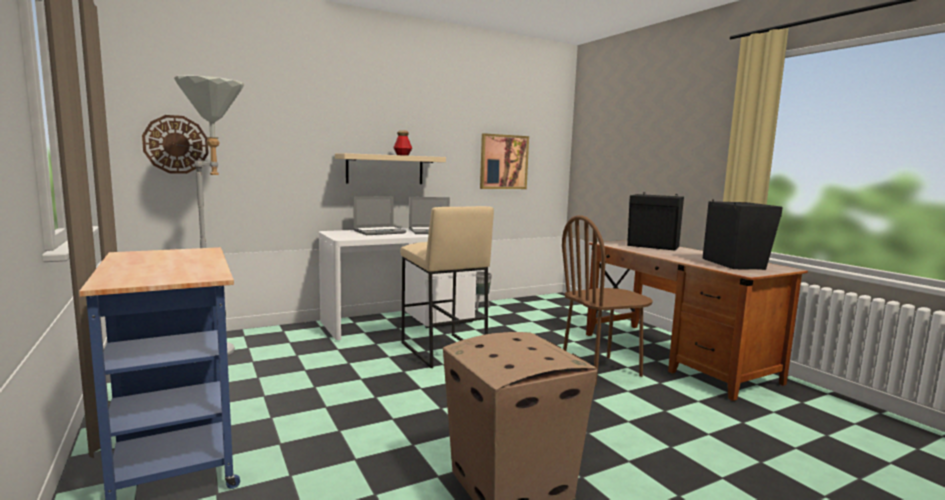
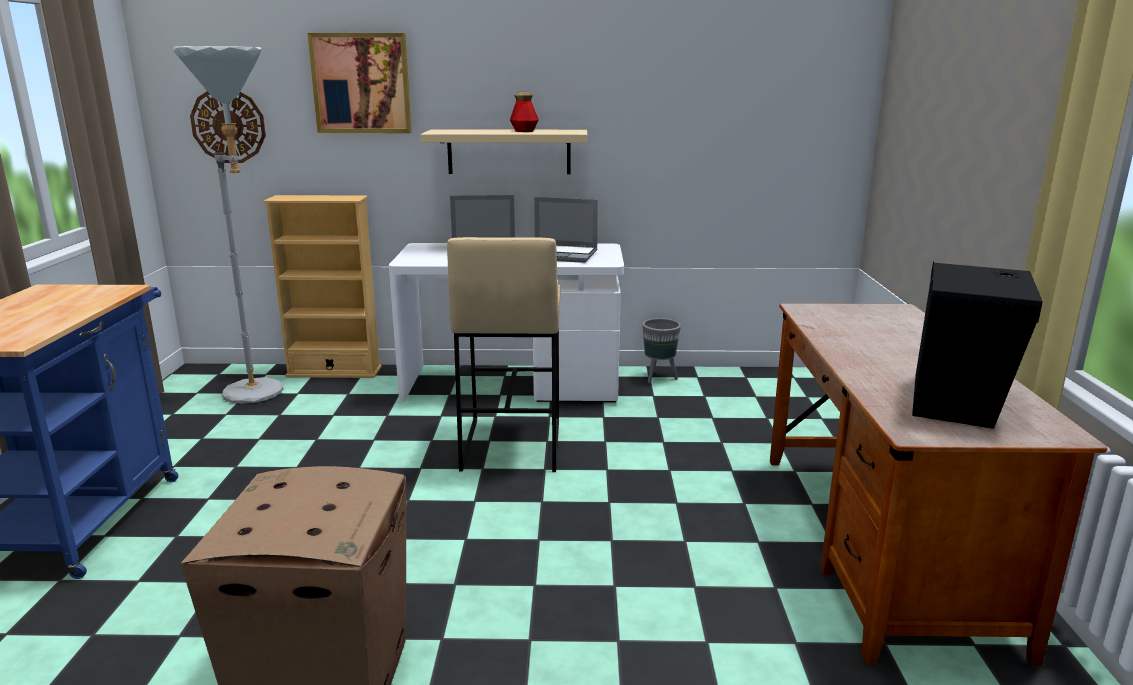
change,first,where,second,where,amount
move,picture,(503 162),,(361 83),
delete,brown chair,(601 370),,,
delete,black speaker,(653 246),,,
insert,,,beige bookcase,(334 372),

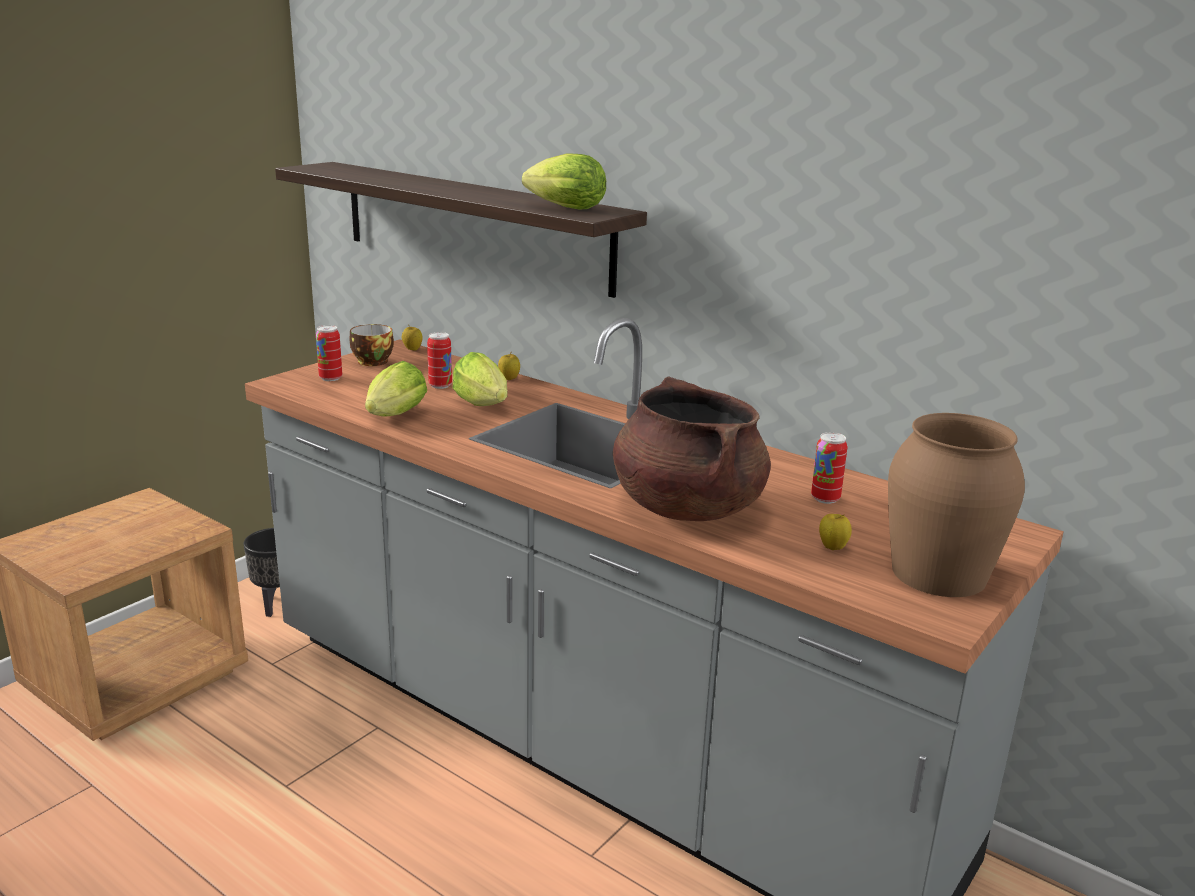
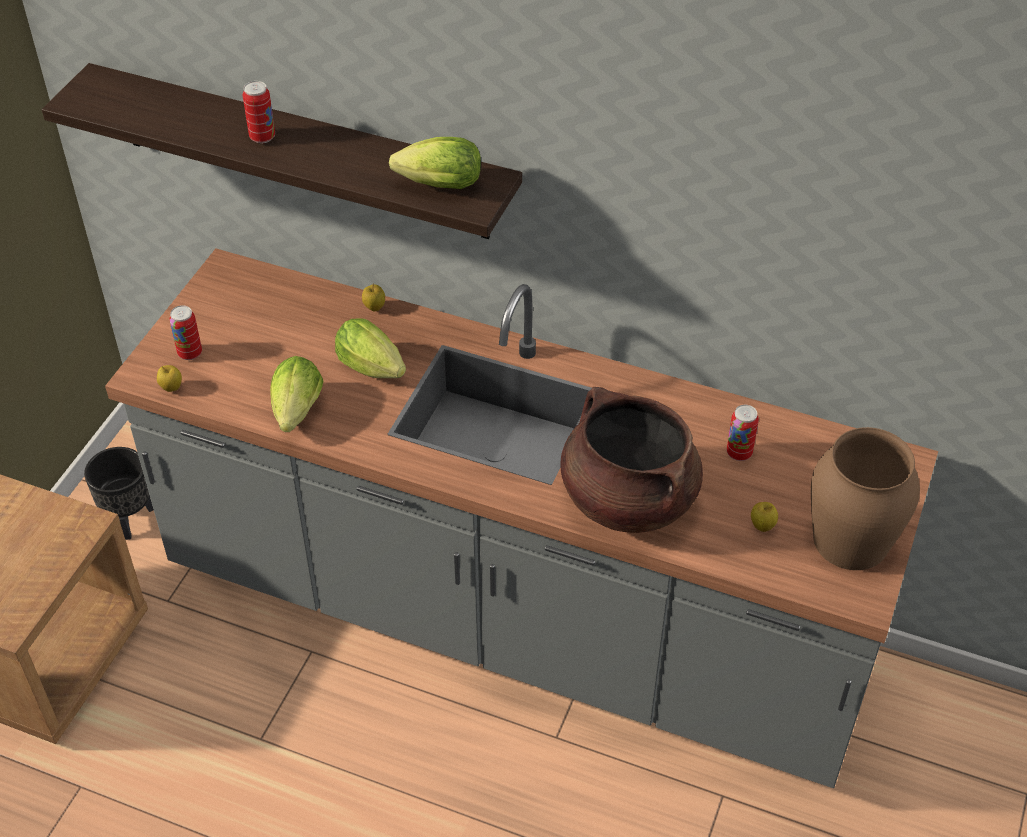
change,first,where,second,where,amount
delete,cup,(370 361),,,
move,apple,(412 349),,(171 388),
move,can,(440 385),,(262 137),

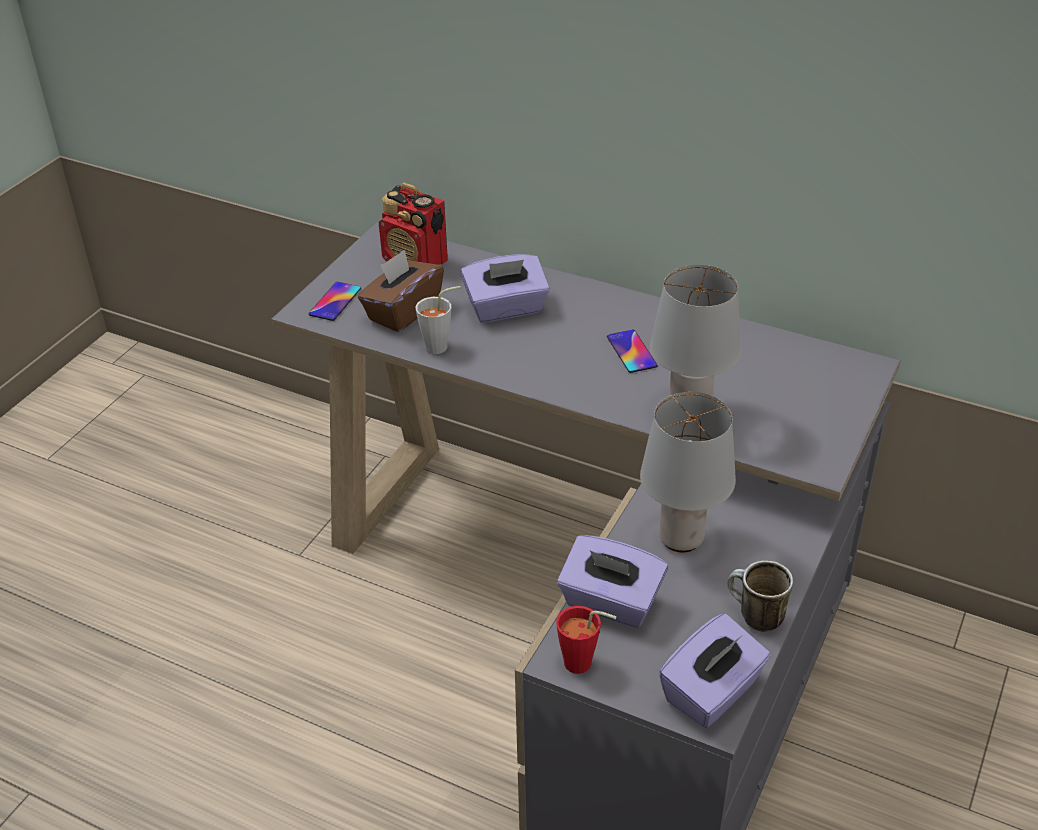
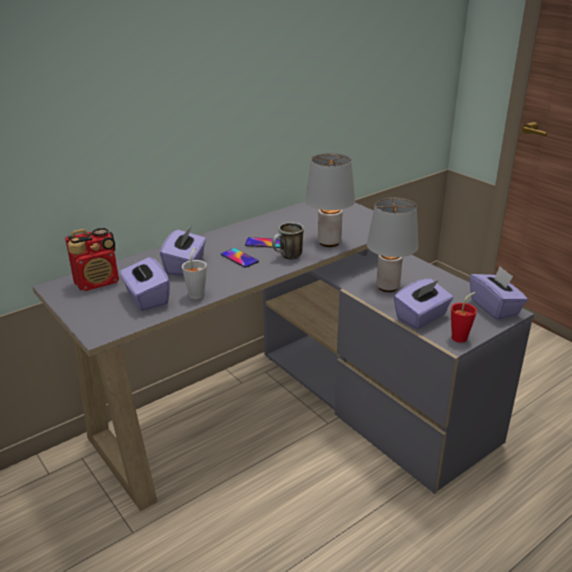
change,first,where,second,where,amount
move,phone,(335 302),,(239 258),
recolor,brown tissue box,(403 311),purple tissue box,(146 298),
move,mug,(753 617),,(288 257),

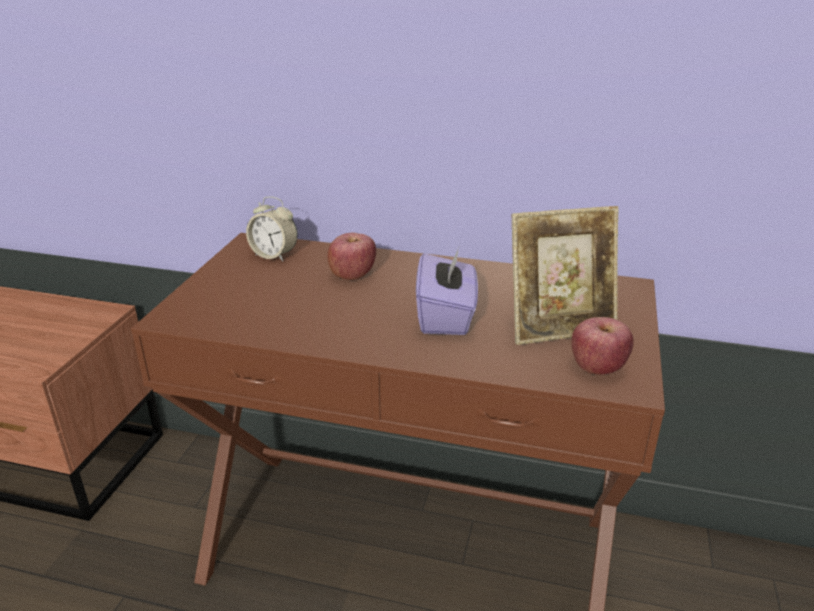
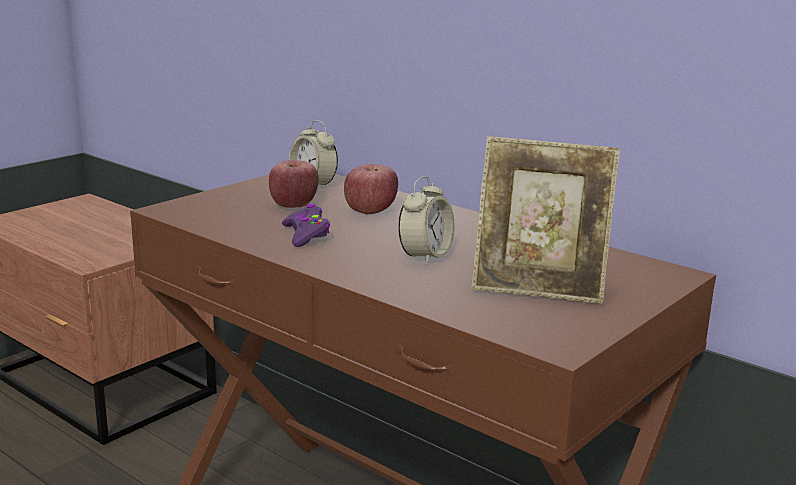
change,first,where,second,where,amount
replace,purple tissue box,(446 316),alarm clock,(425 256),
move,apple,(597 368),,(294 206),
insert,,,purple game controller,(306 235),

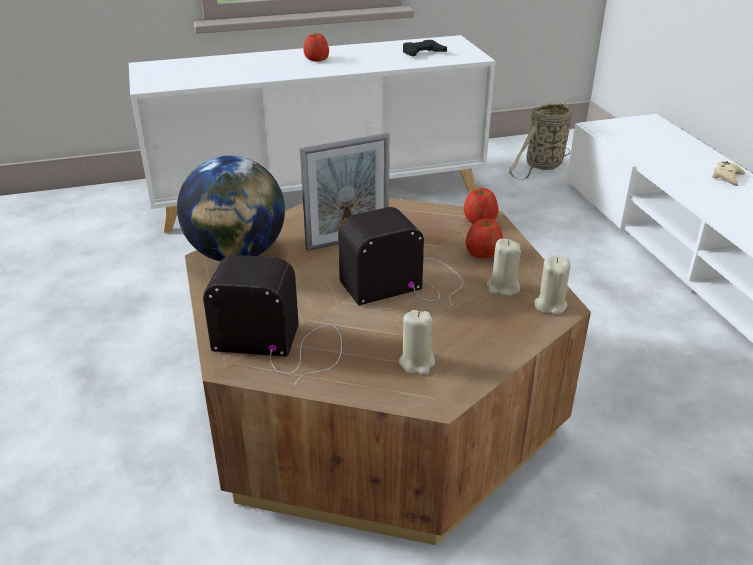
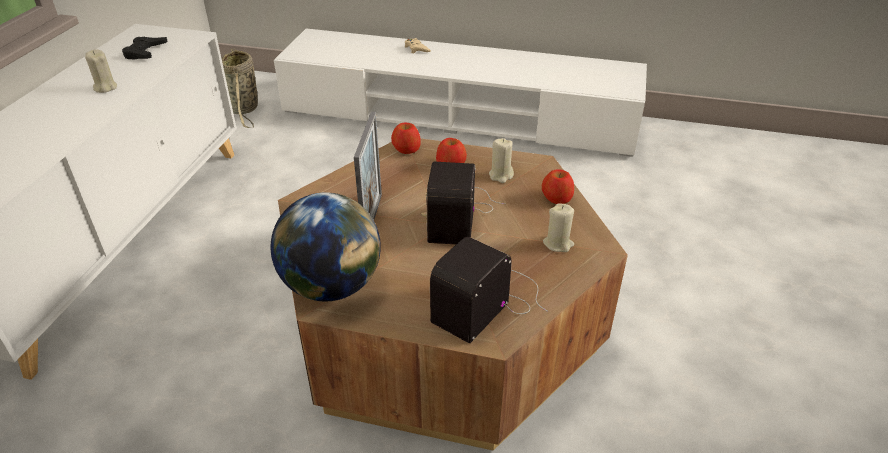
change,first,where,second,where,amount
move,apple,(316 59),,(557 198),
move,beige candle,(550 305),,(105 87),

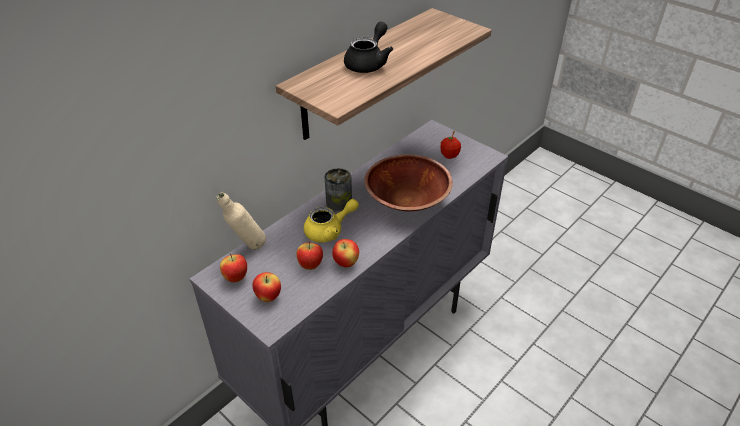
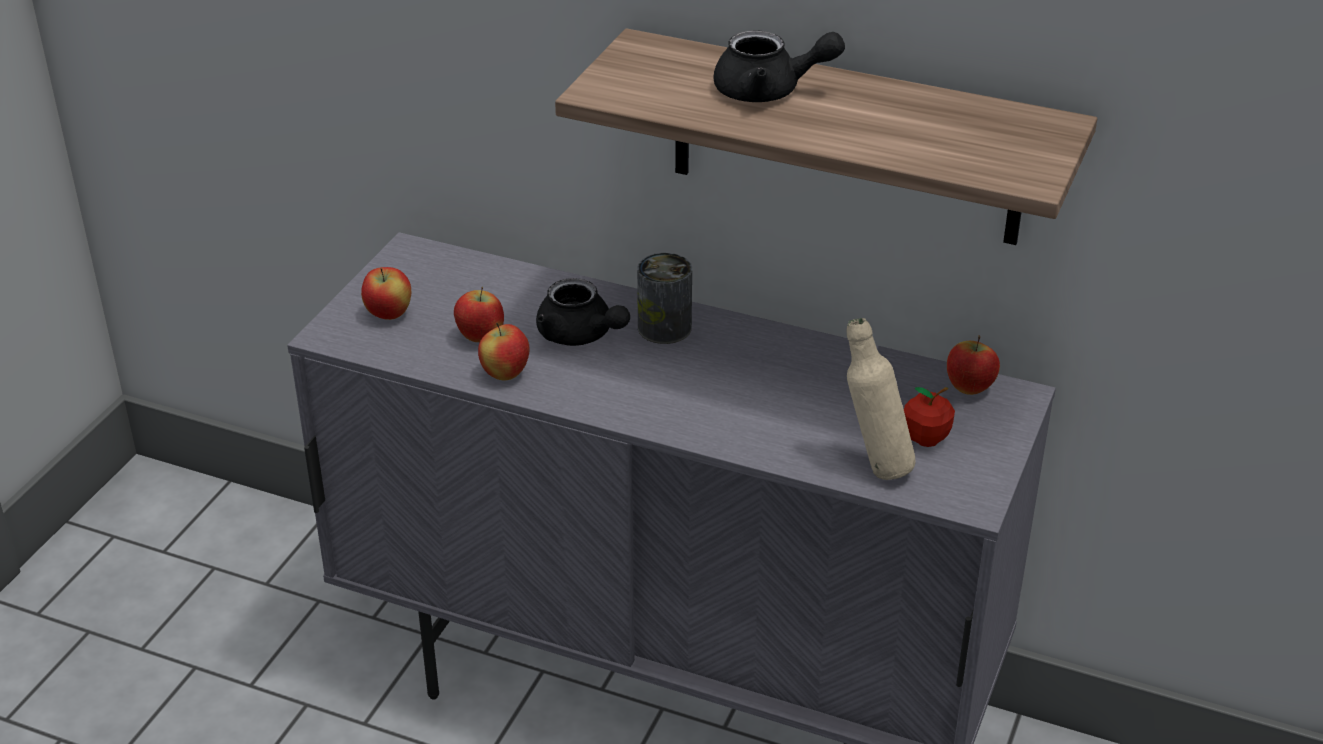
change,first,where,second,where,amount
move,beige bottle,(247 248),,(874 466),
move,apple,(236 278),,(969 389),
recolor,yellow teapot,(329 230),black teapot,(580 336),
delete,brown bowl,(407 200),,,

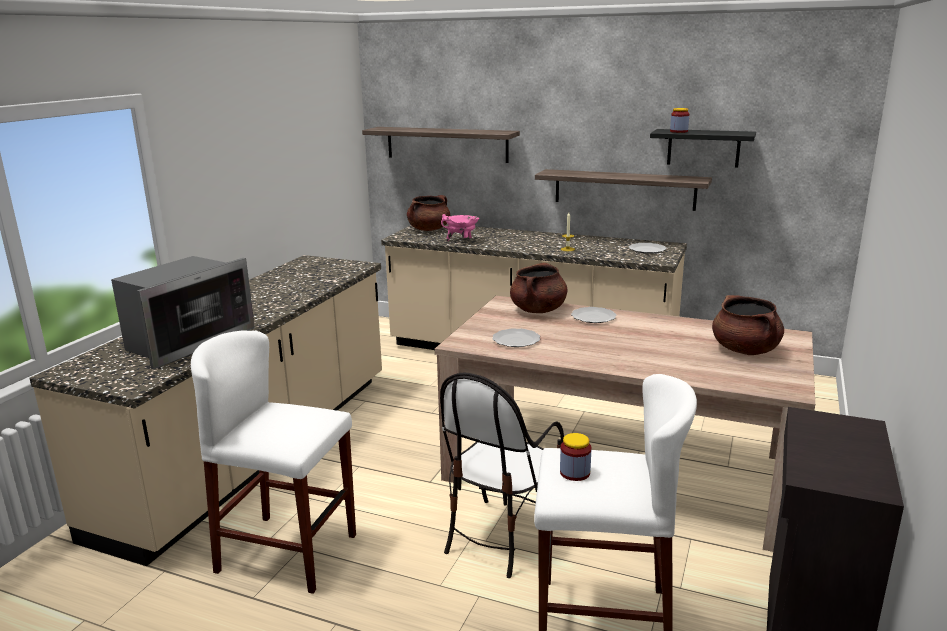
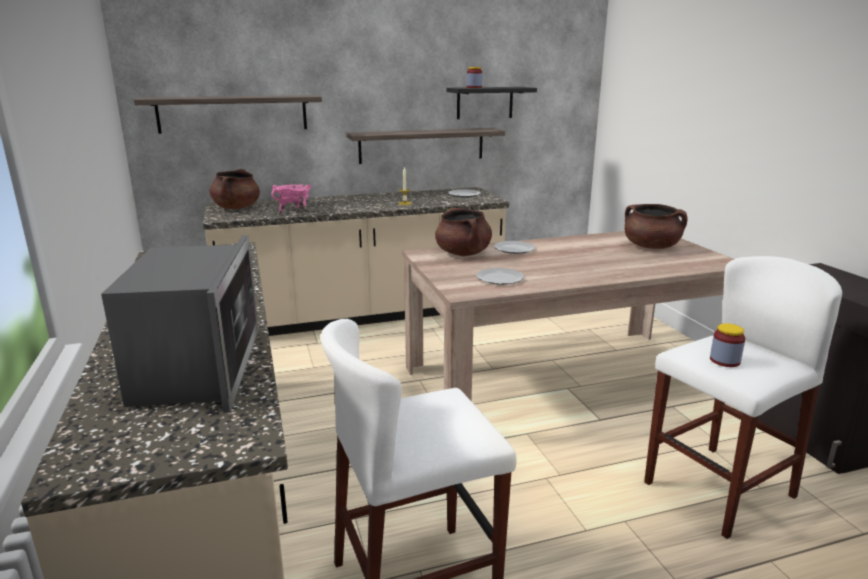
change,first,where,second,where,amount
delete,chair,(501 536),,,

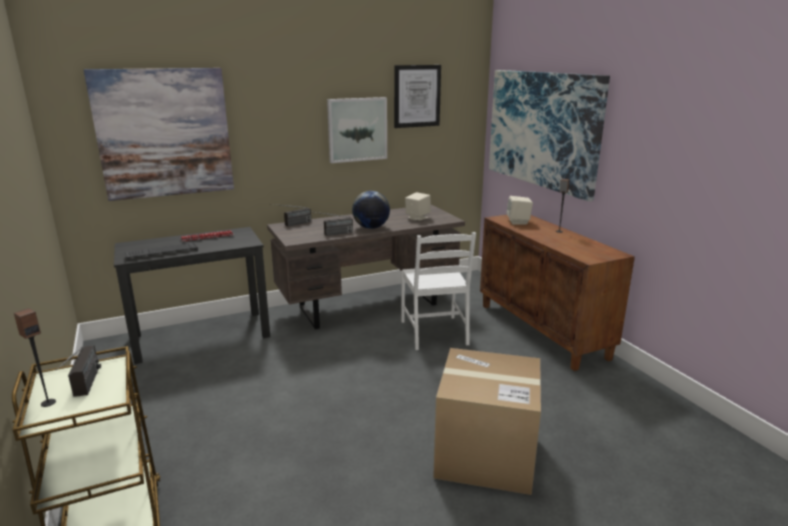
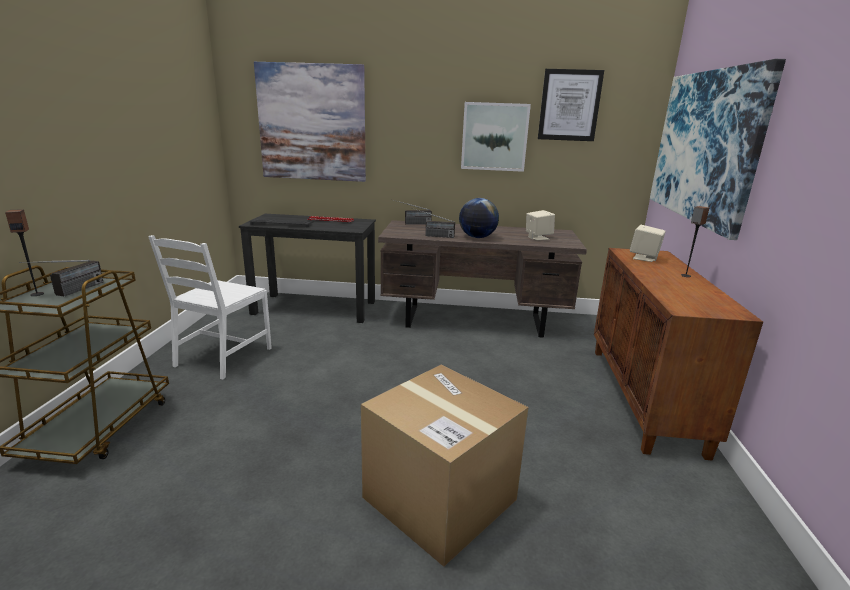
change,first,where,second,where,amount
move,white chair,(435 333),,(223 357),

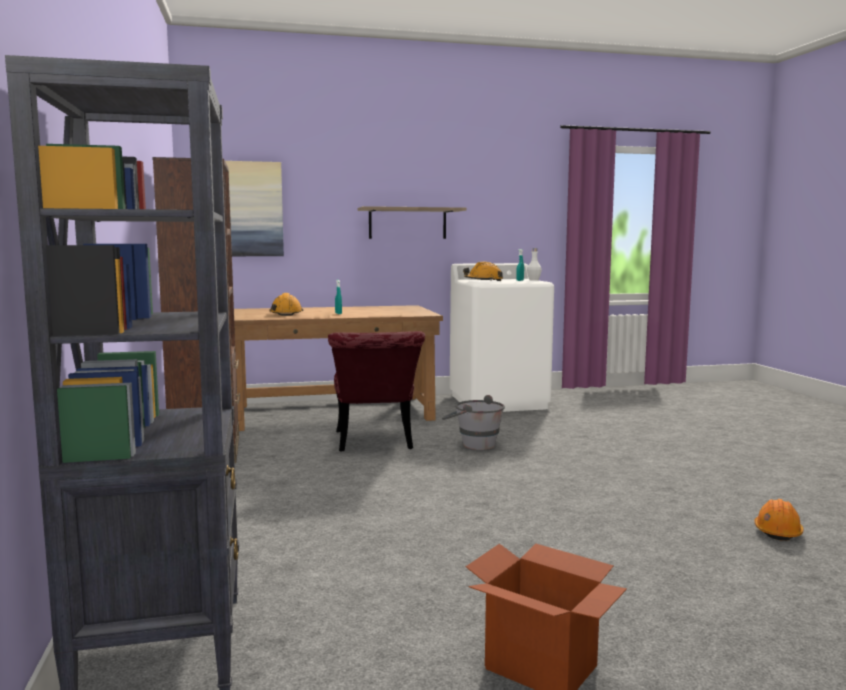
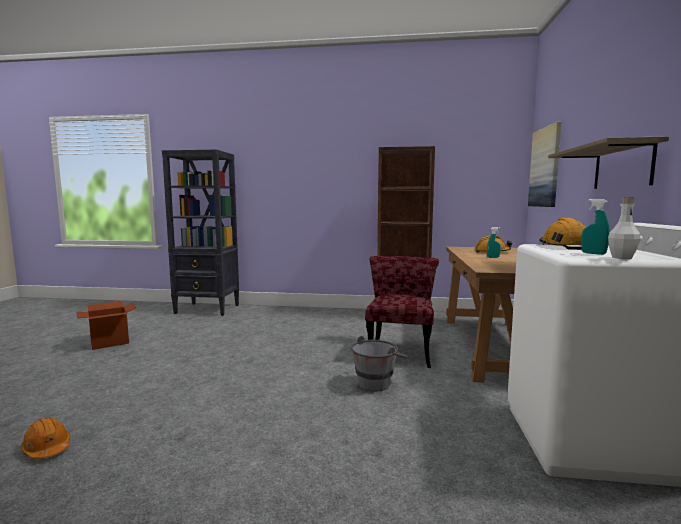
change,first,where,second,where,amount
rotate,red chair,(375 443),,(400 351),90 degrees clockwise

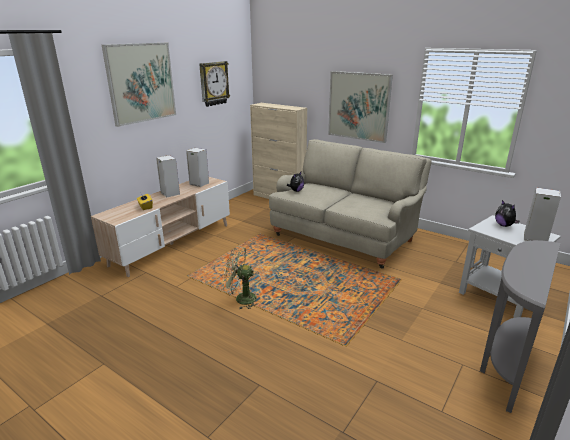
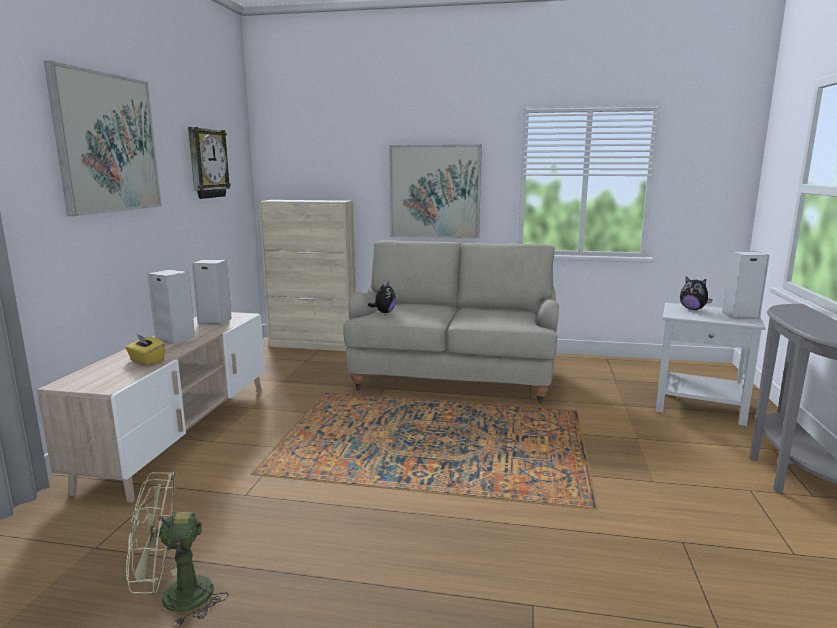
change,first,where,second,where,amount
move,green fan,(241 299),,(174 598),

